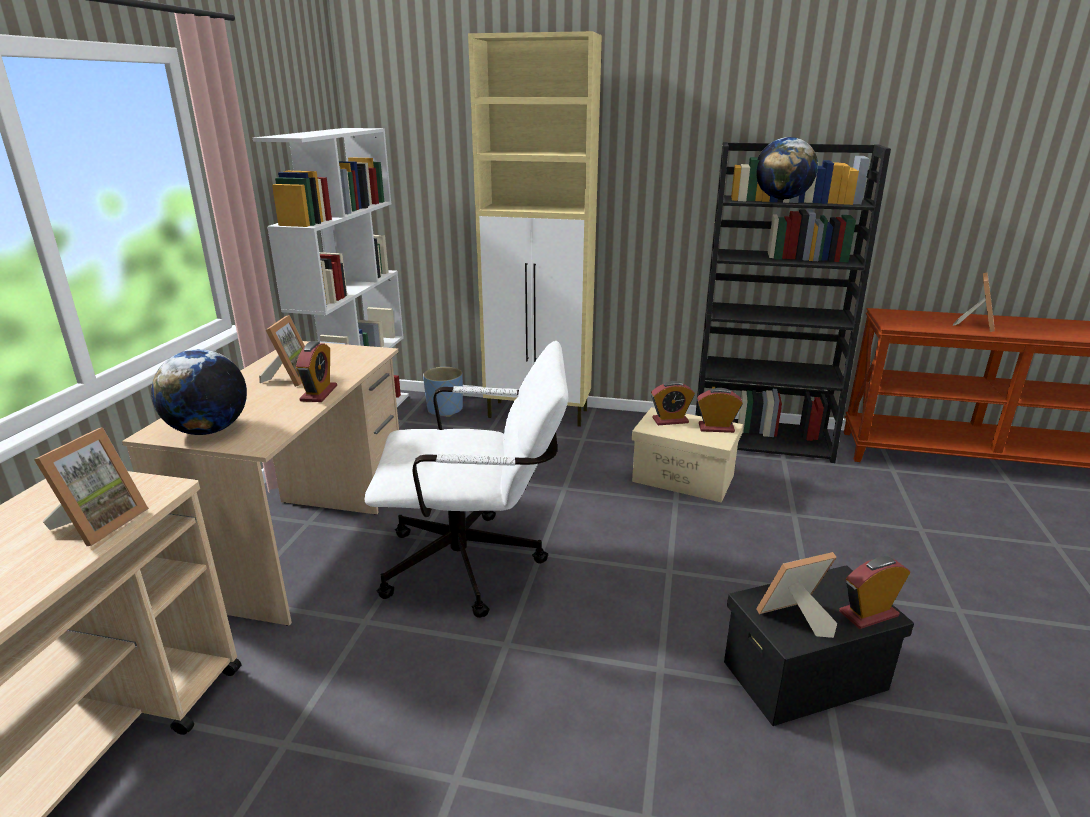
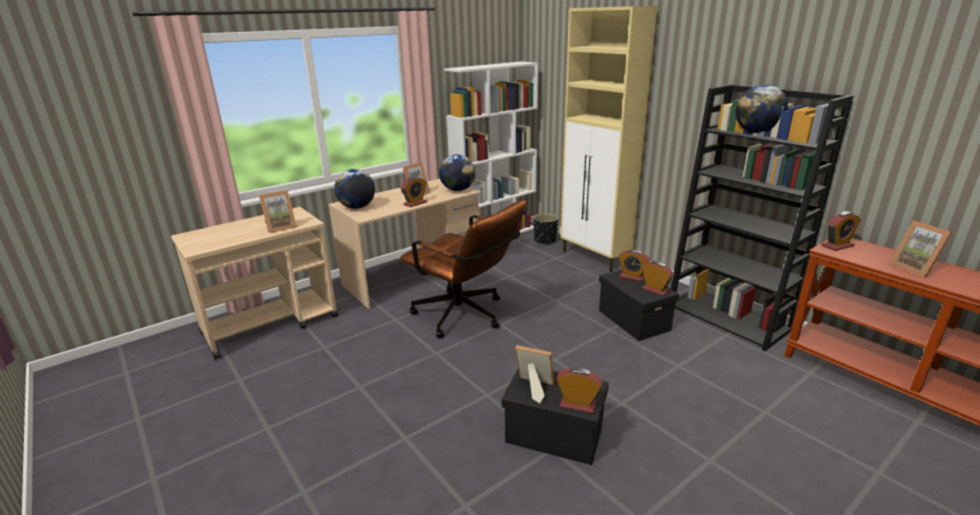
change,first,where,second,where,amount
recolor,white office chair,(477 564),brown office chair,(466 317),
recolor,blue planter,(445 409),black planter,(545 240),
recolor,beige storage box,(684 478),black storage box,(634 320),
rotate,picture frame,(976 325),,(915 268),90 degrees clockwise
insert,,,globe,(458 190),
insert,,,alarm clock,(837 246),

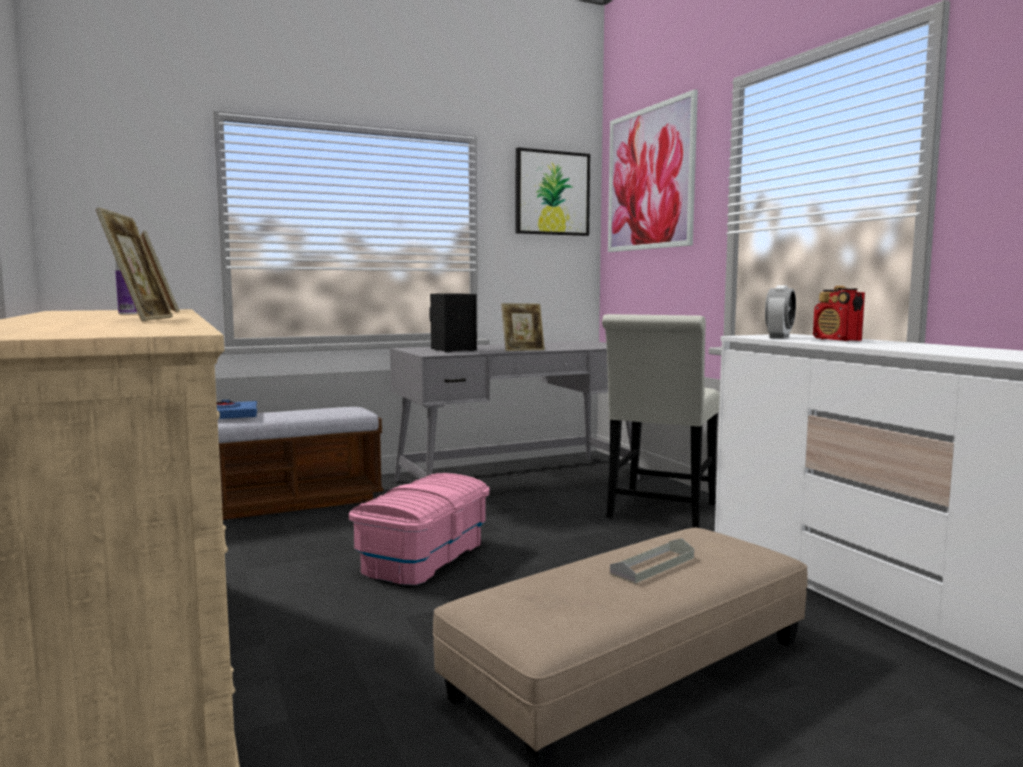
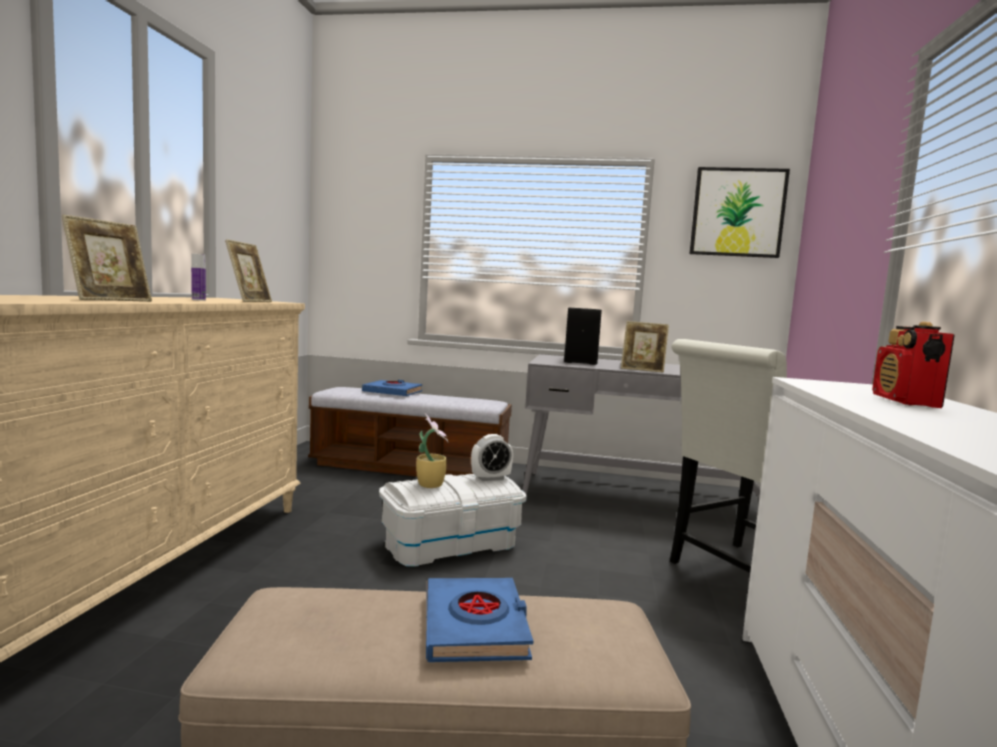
change,first,where,second,where,amount
recolor,pink storage box,(423 557),white storage box,(450 544),
delete,picture,(650 178),,,
replace,grey tray,(653 566),blue book,(475 626),
move,alarm clock,(779 337),,(490 478),
insert,,,potted plant,(431 484),

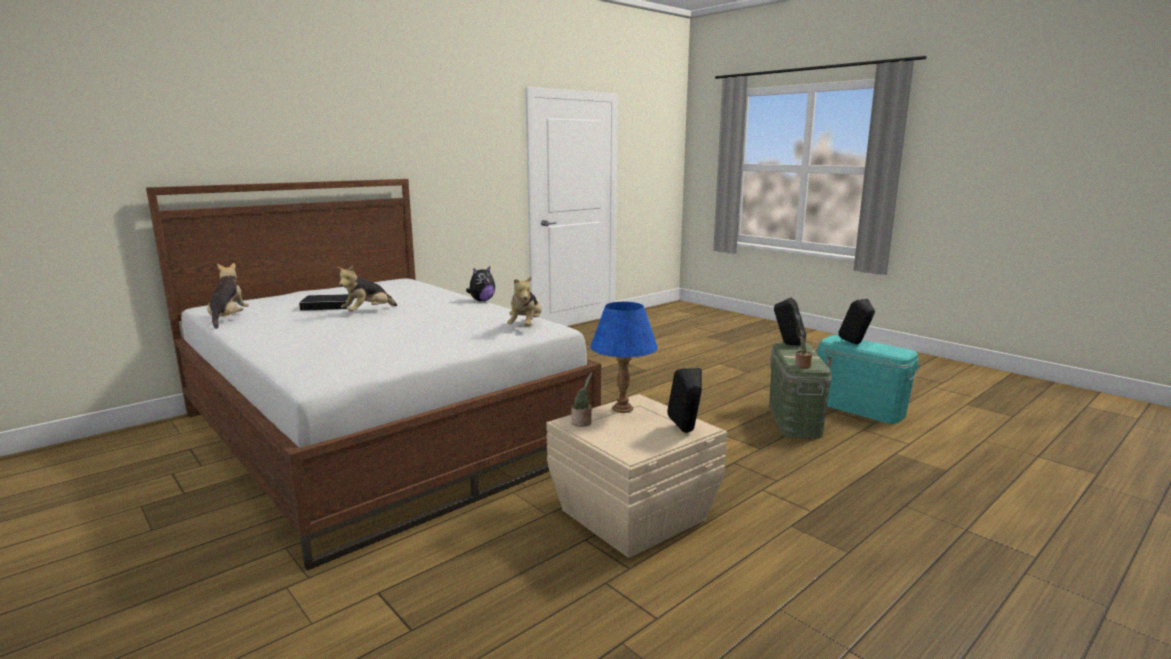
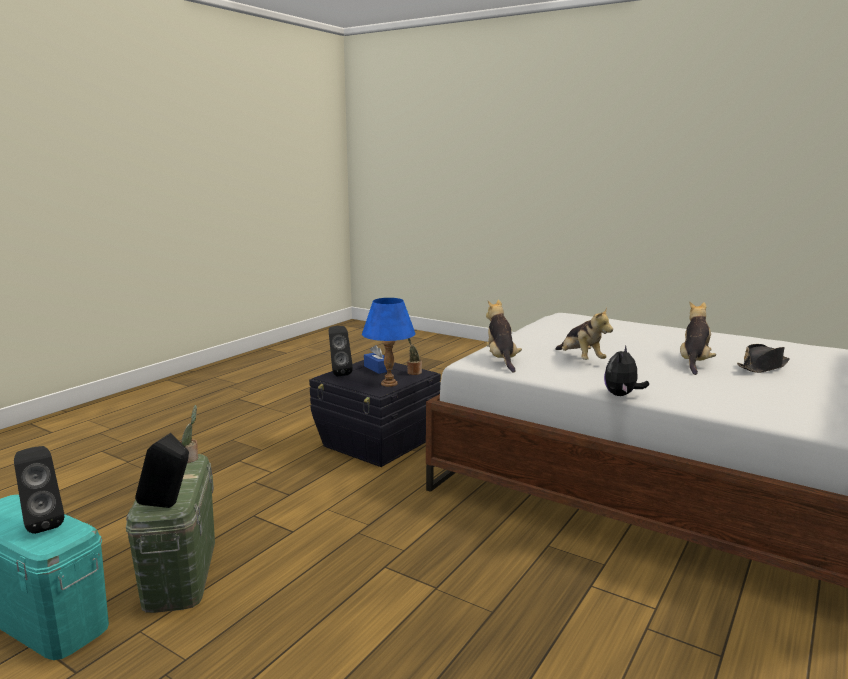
change,first,where,second,where,amount
move,plush toy,(228 319),,(580 359),
replace,book,(329 306),black hat,(763 367),
recolor,beige storage box,(633 514),black storage box,(377 443),
insert,,,blue tissue box,(377 368),

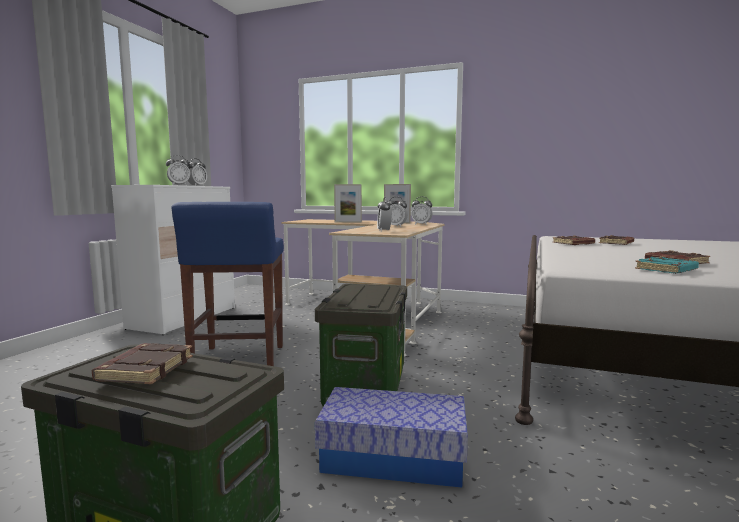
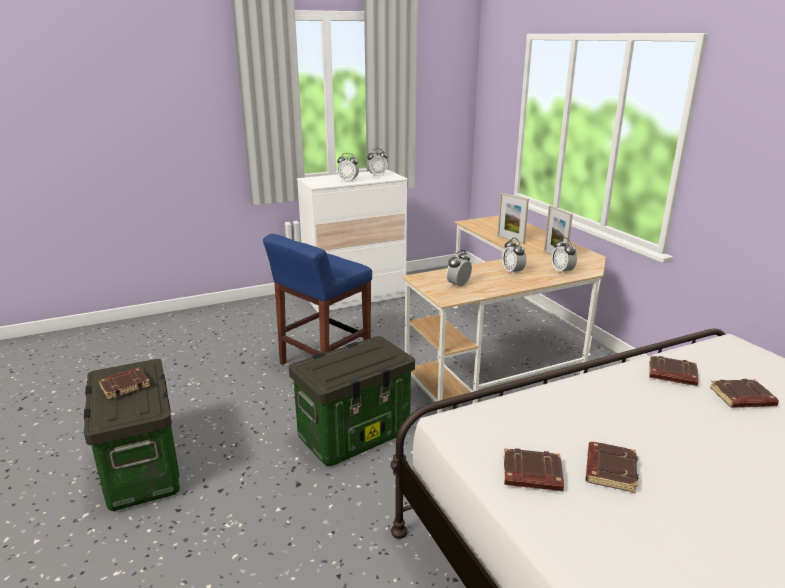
change,first,where,second,where,amount
delete,storage box,(393 457),,,
recolor,turquoise book,(666 270),brown book,(531 475),

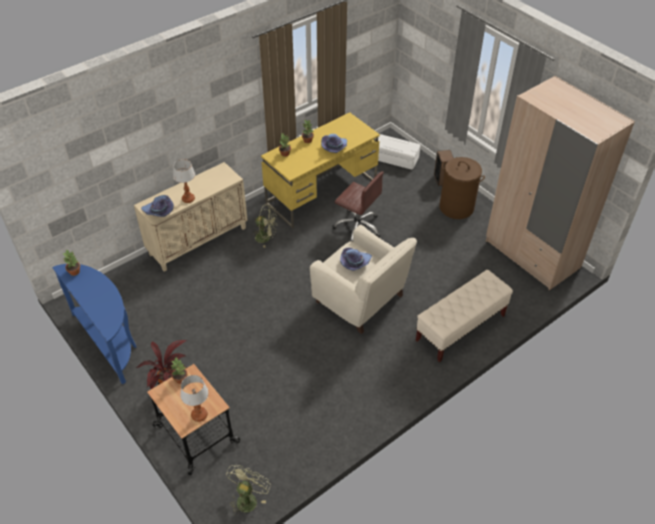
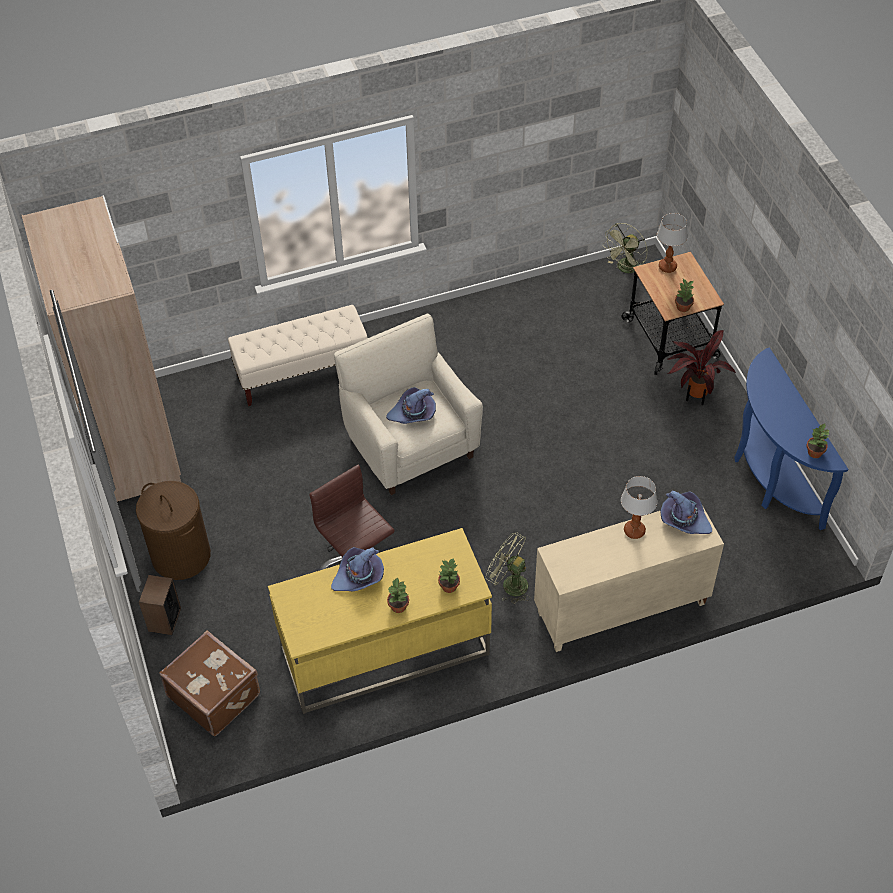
change,first,where,second,where,amount
replace,white storage box,(395 158),brown suitcase,(215 694),

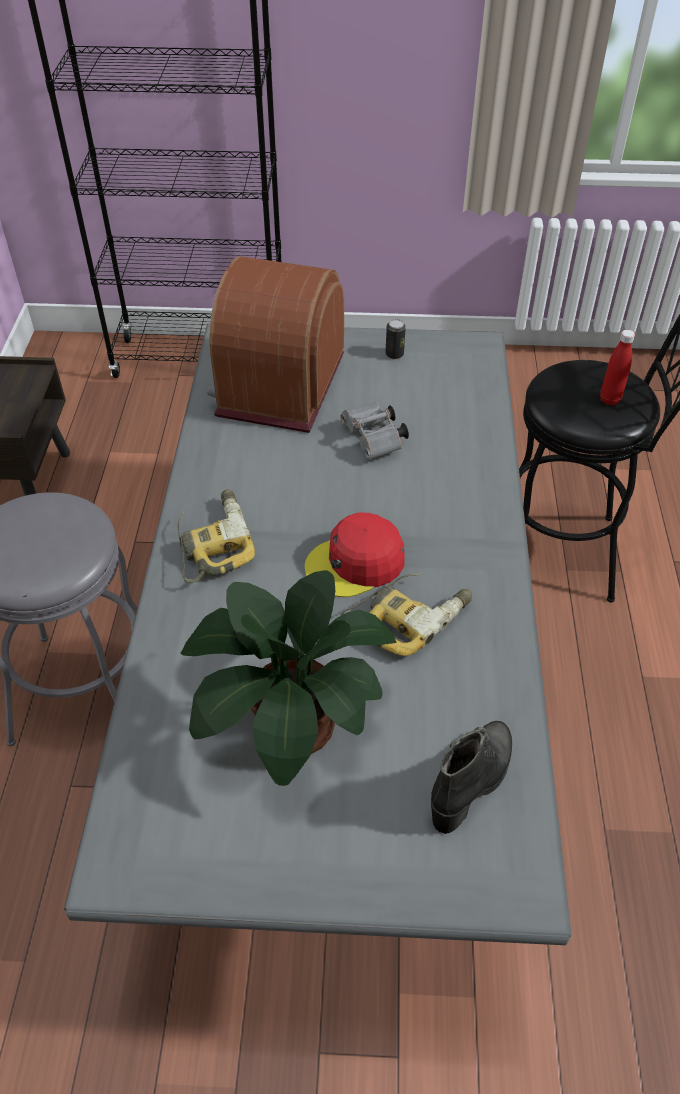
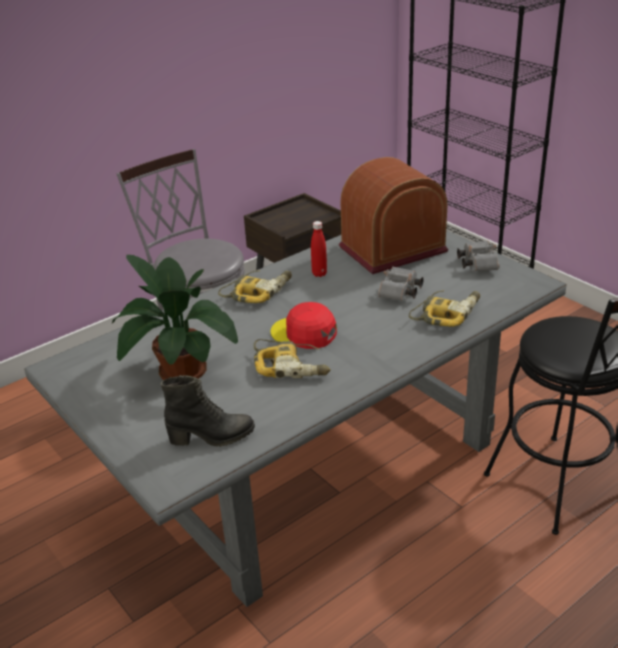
change,first,where,second,where,amount
replace,can,(394 354),grey binoculars,(477 264),
move,red bottle,(609 400),,(319 274),
insert,,,power drill,(446 313),

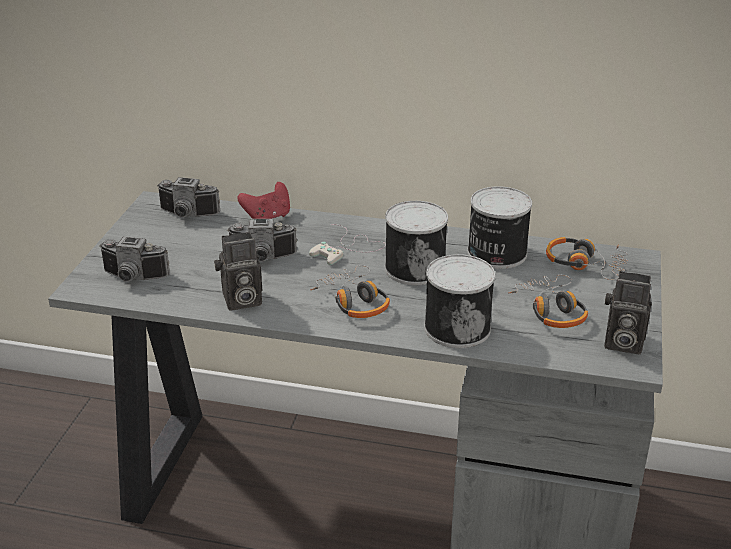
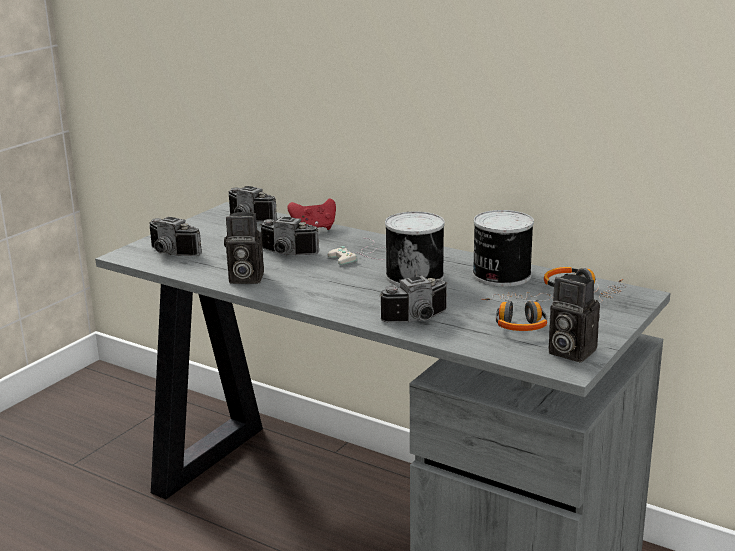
change,first,where,second,where,amount
delete,headphones,(354 301),,,
replace,can,(457 327),photo camera,(418 319),

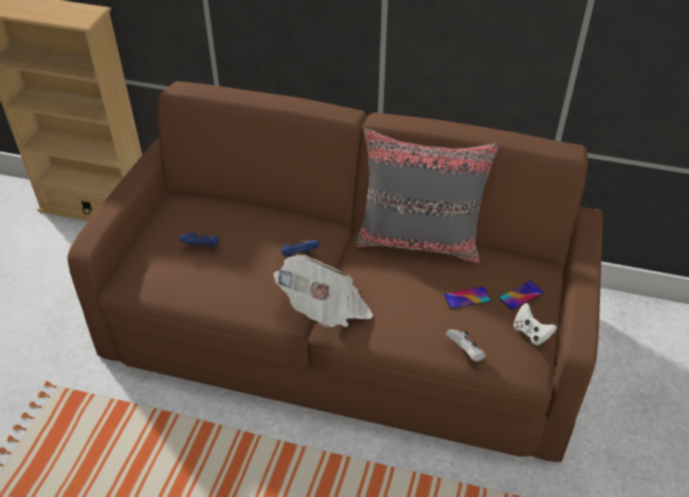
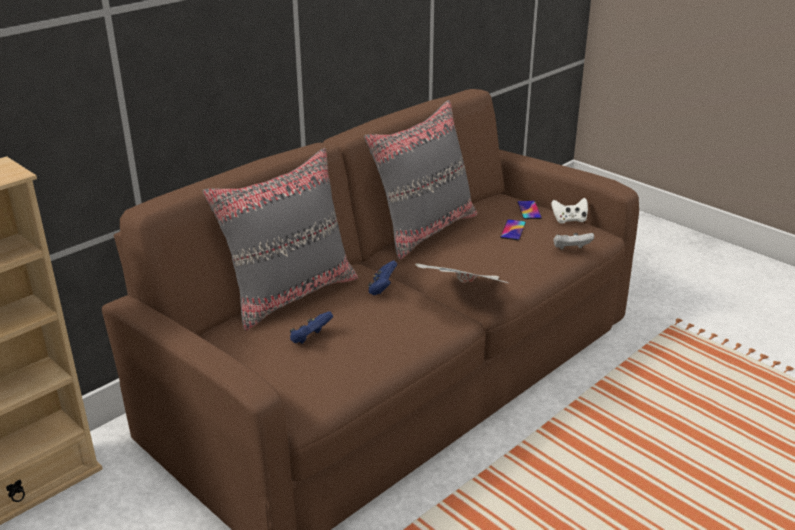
change,first,where,second,where,amount
insert,,,grey pillow,(290 294),

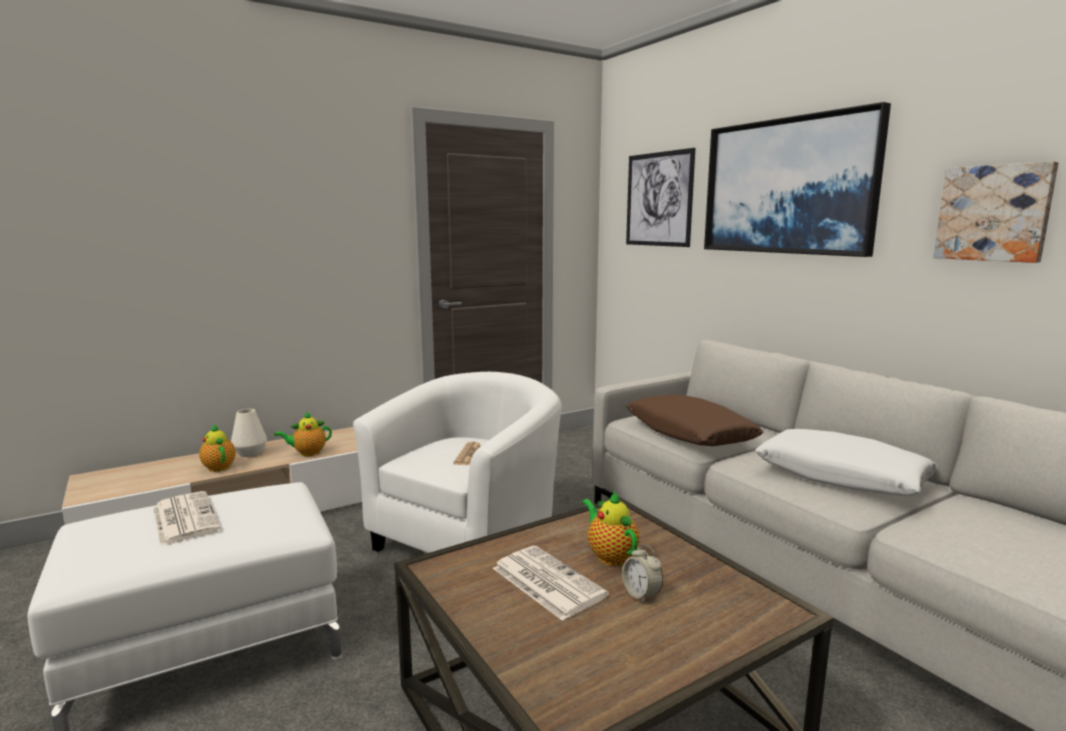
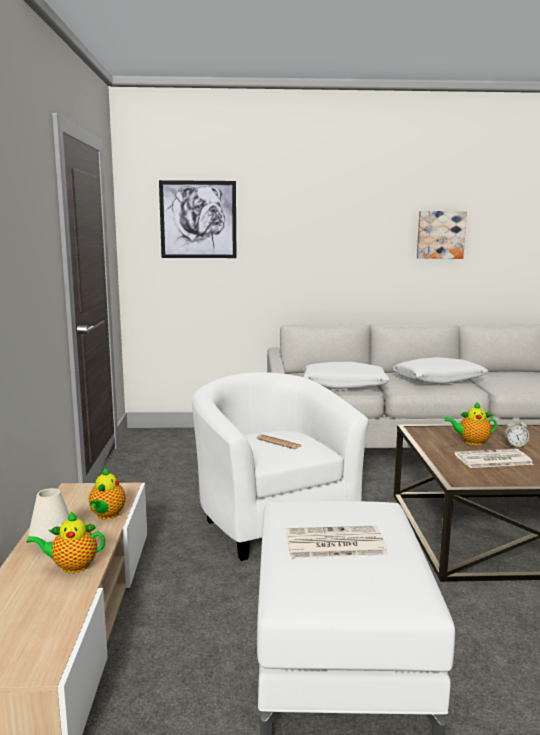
change,first,where,second,where,amount
recolor,brown pillow,(689 433),white pillow,(344 385),
delete,picture,(787 186),,,

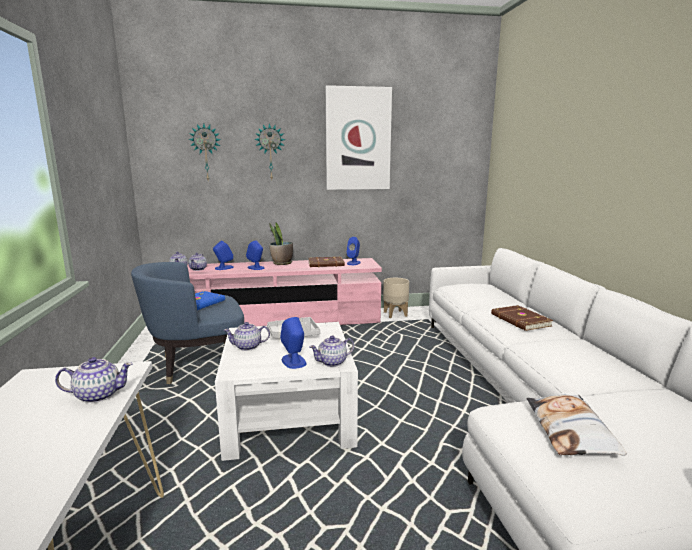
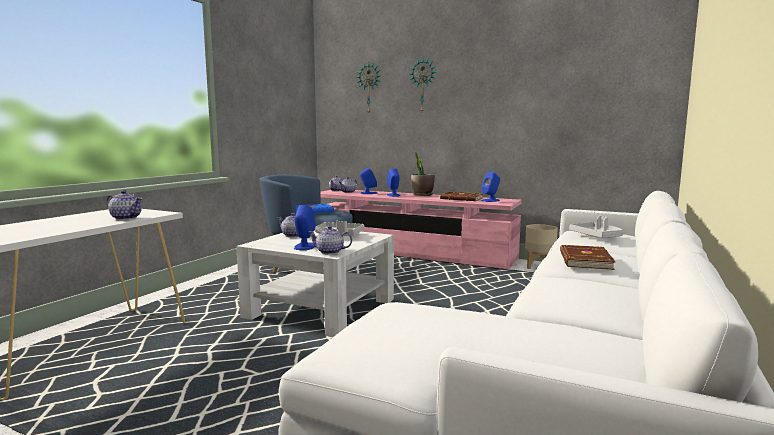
change,first,where,second,where,amount
delete,picture,(358 139),,,
delete,pillow,(570 431),,,
insert,,,grey tray,(596 236),

